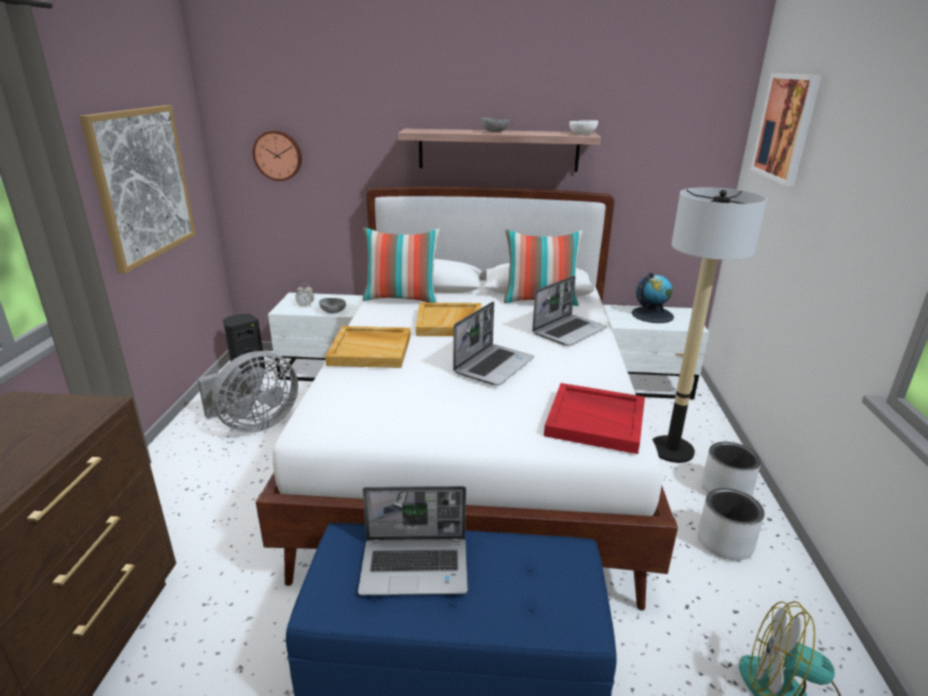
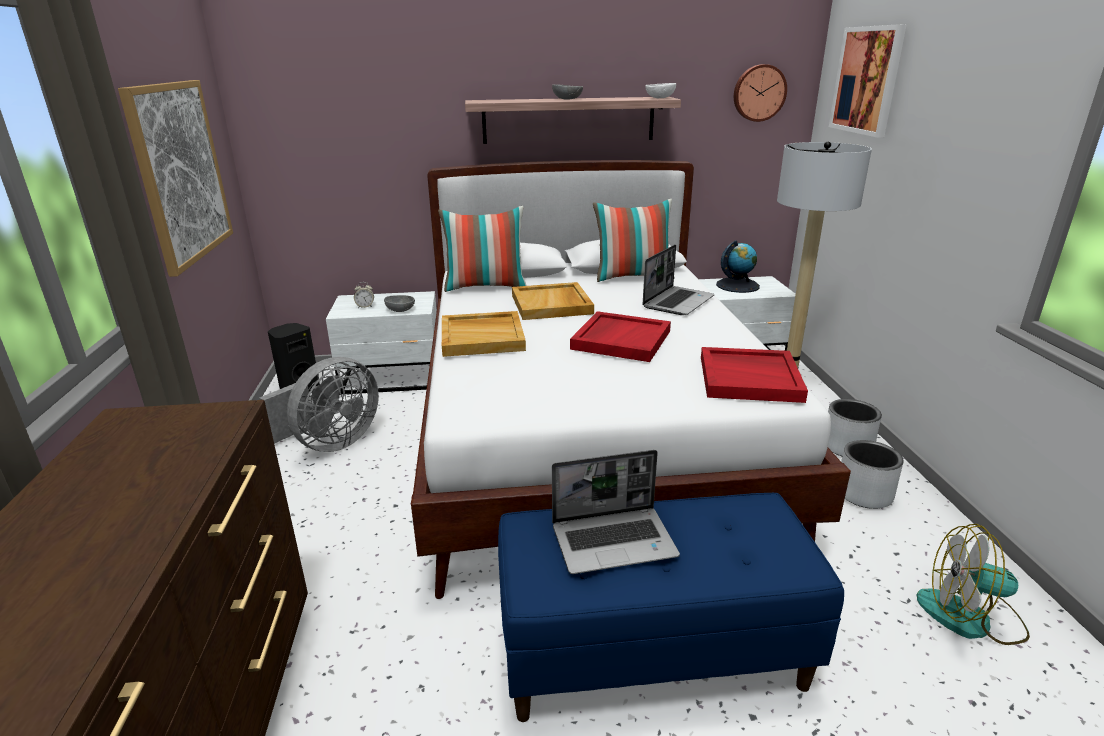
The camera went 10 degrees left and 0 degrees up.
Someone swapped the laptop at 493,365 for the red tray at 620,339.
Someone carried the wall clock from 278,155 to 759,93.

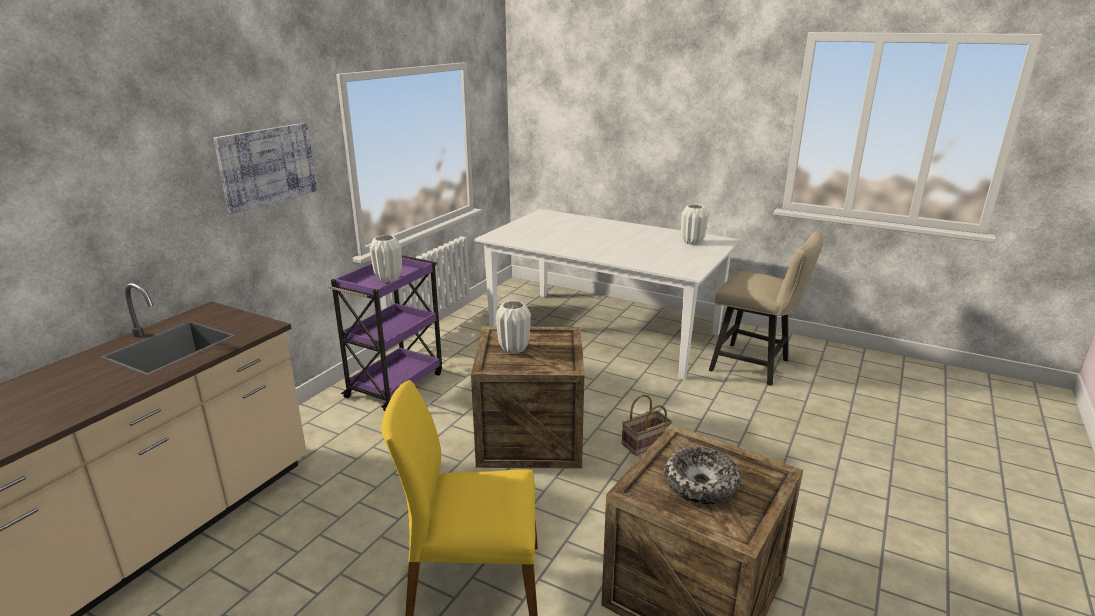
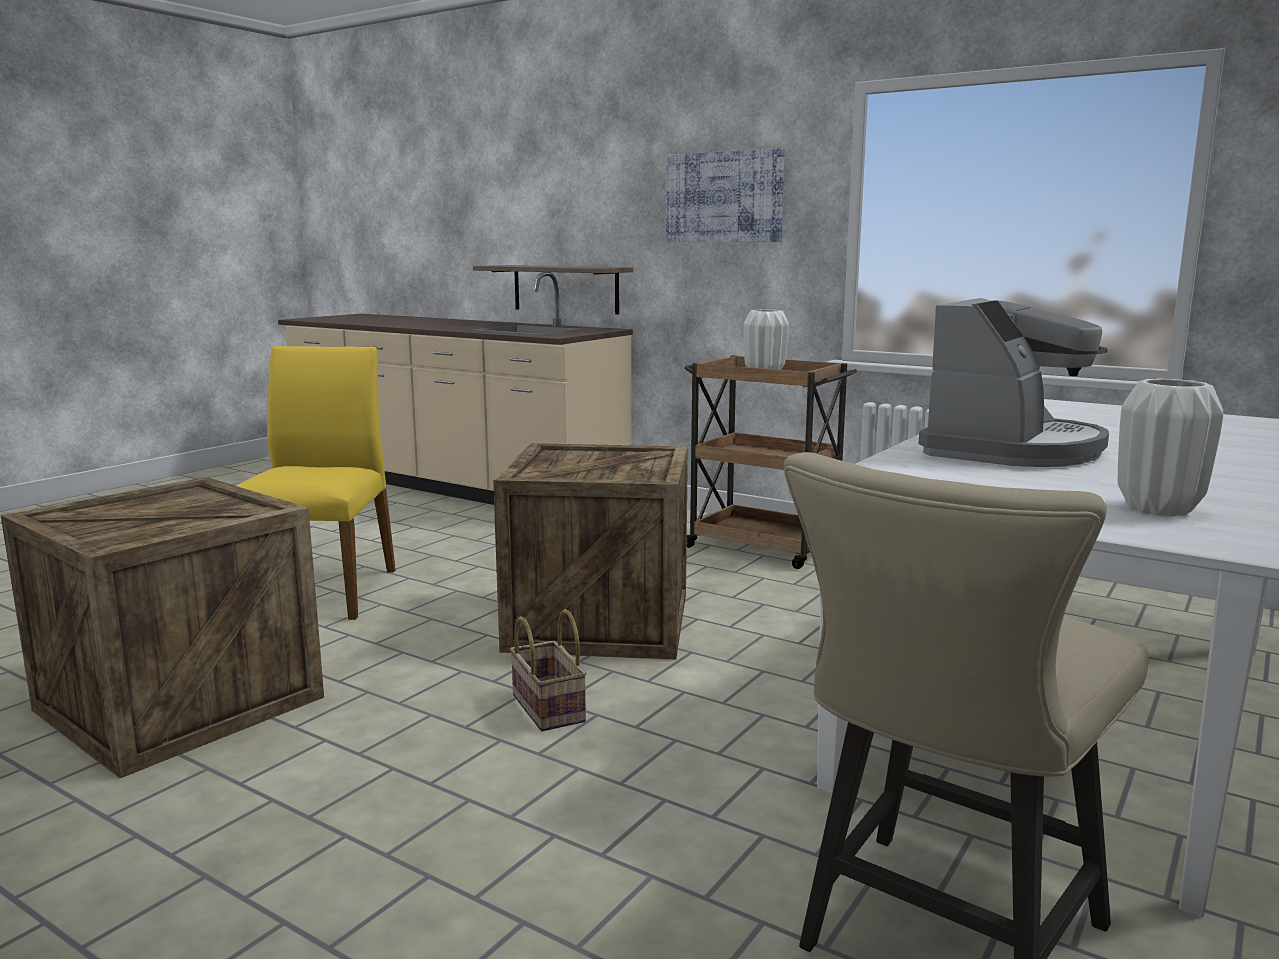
The camera went 95 degrees right and 10 degrees down.
Someone put up the shelf at 565,289.
Someone repainted the purple cart at 396,384, which became the brown cart at 764,548.
Someone put down the coffee machine at 1012,449.
Someone took away the white vase at 513,349.
Someone took away the bowl at 700,484.

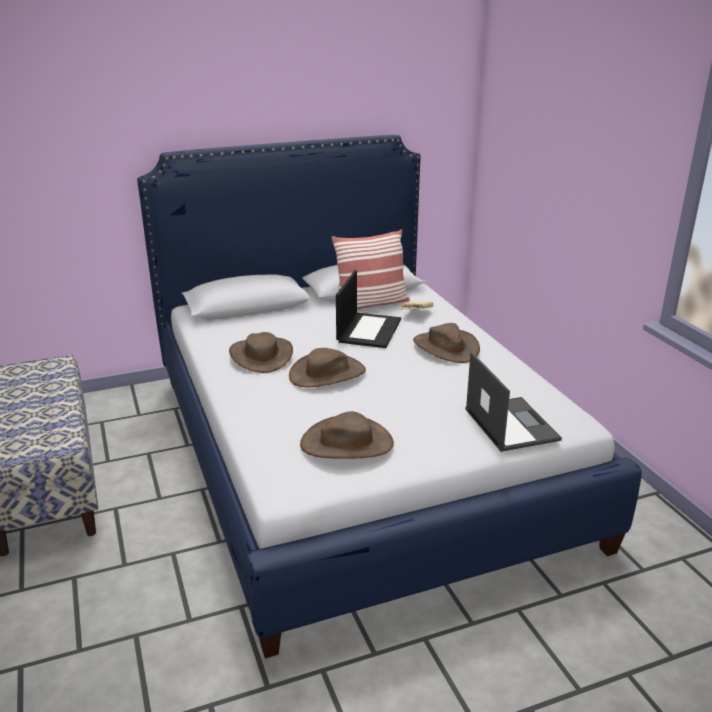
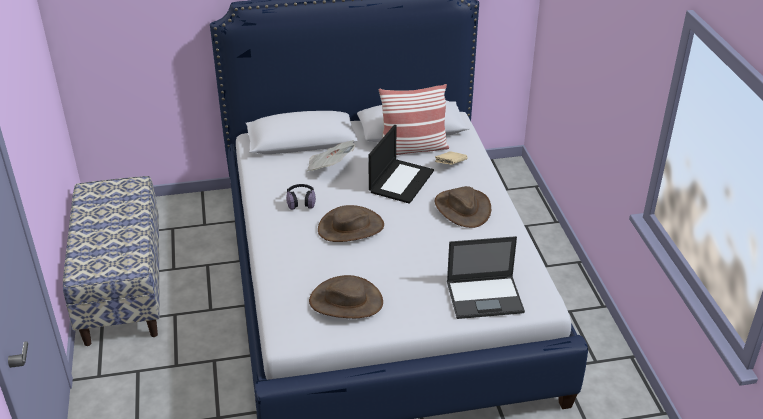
The camera went 10 degrees right and 10 degrees up.
Someone swapped the brown hat at 261,355 for the headphones at 301,201.
Someone put down the newspaper at 330,167.
Someone rotated the laptop at 510,424 by 90 degrees clockwise.

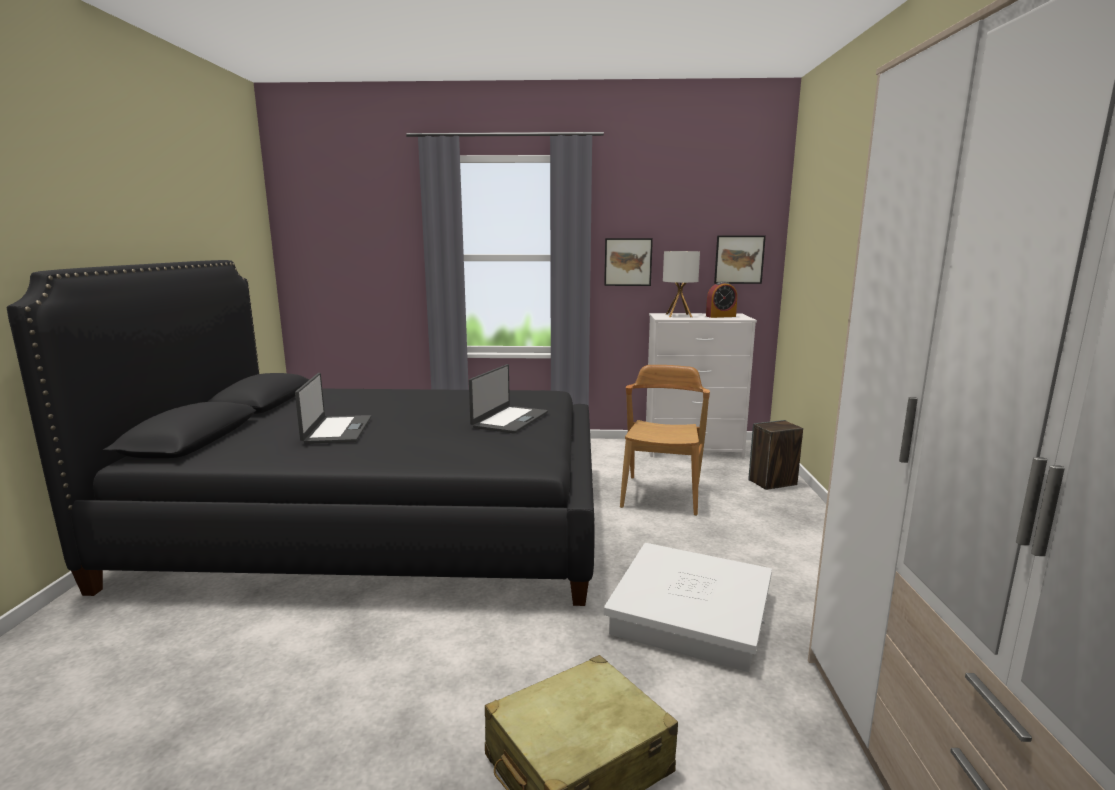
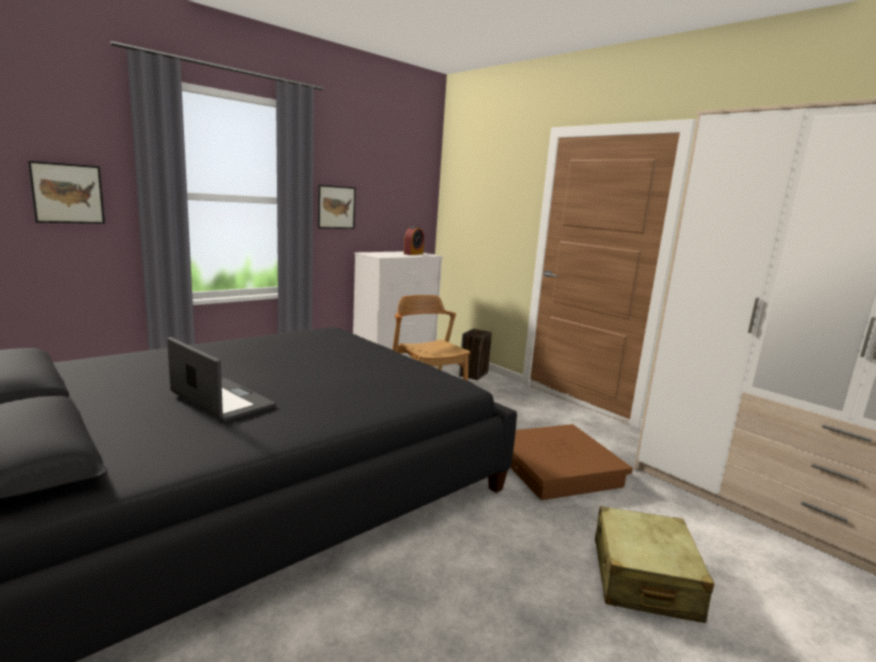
The camera went 45 degrees left and 0 degrees up.
Someone carried the picture from 739,259 to 68,193.
Someone repainted the white storage box at 690,614, which became the brown storage box at 557,469.
Someone took away the laptop at 509,420.
Someone took away the table lamp at 678,315.

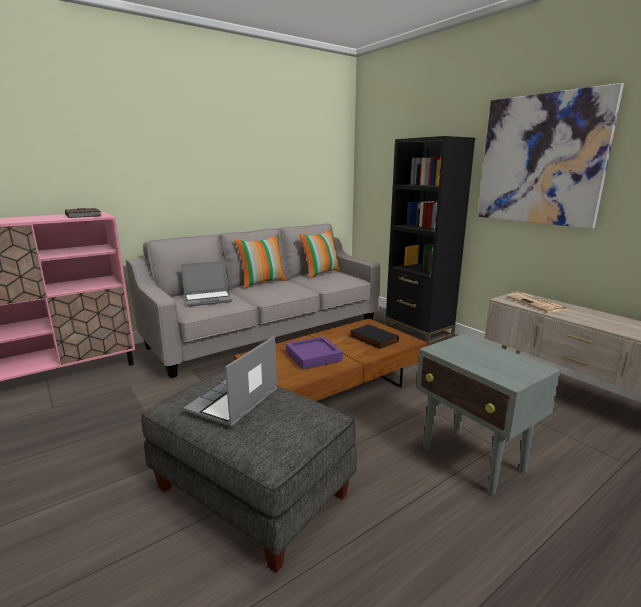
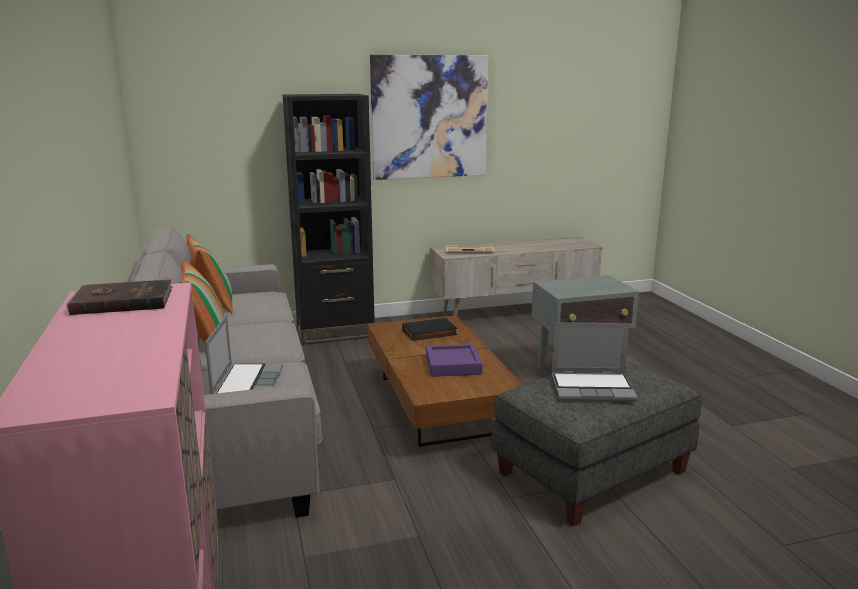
The camera went 70 degrees left and 0 degrees up.
Someone rotated the laptop at 233,402 by 45 degrees counterclockwise.

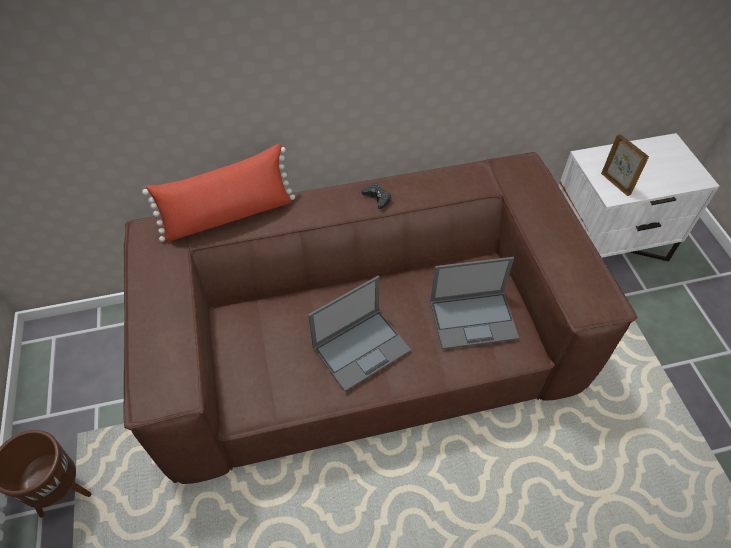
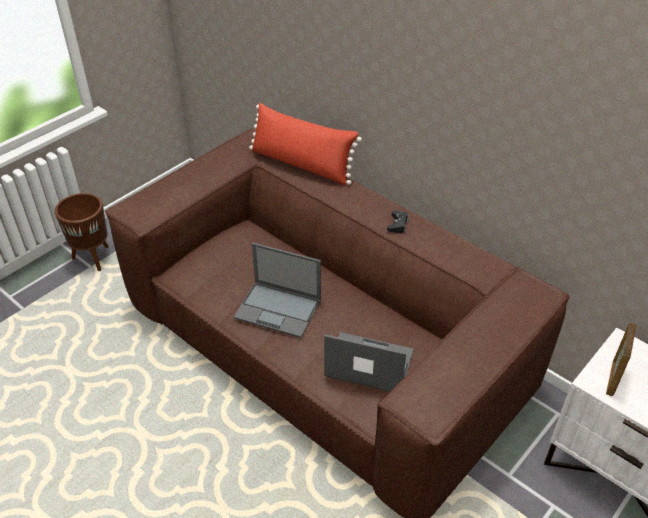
The camera went 55 degrees right and 10 degrees down.
Someone rotated the laptop at 474,319 by 150 degrees clockwise.

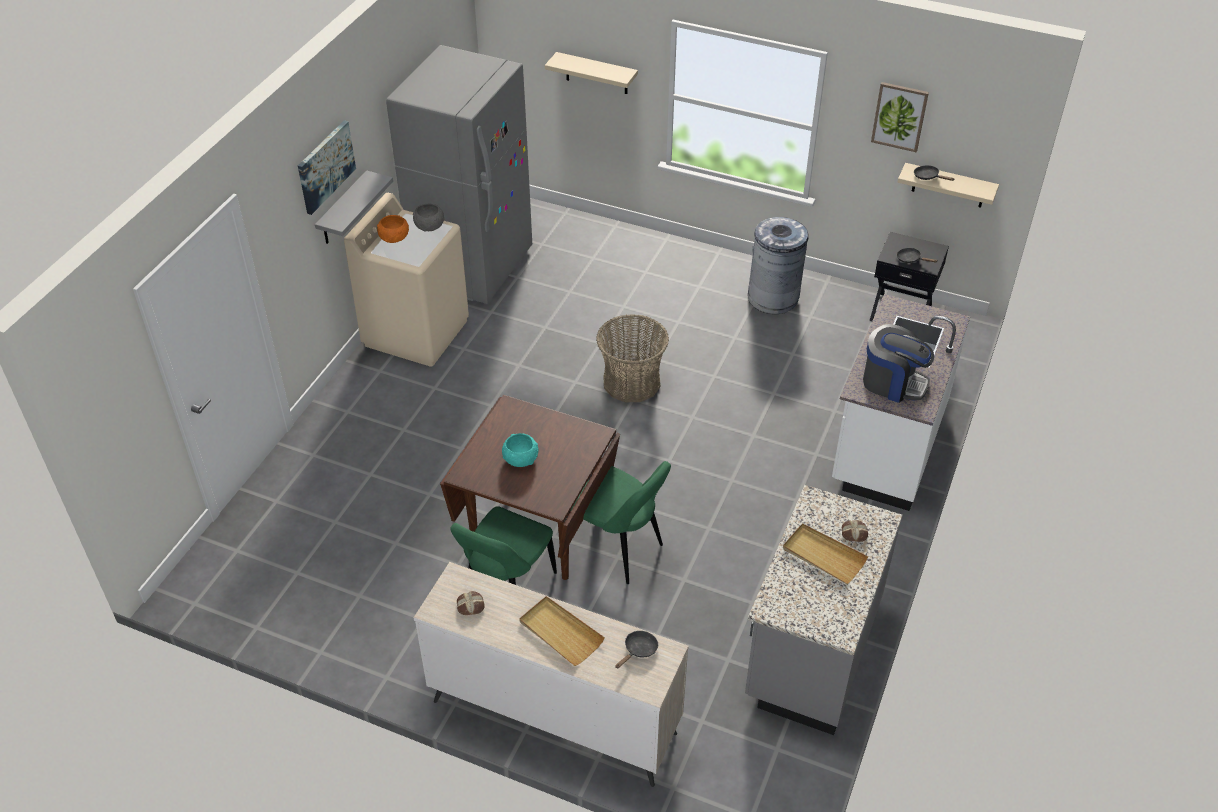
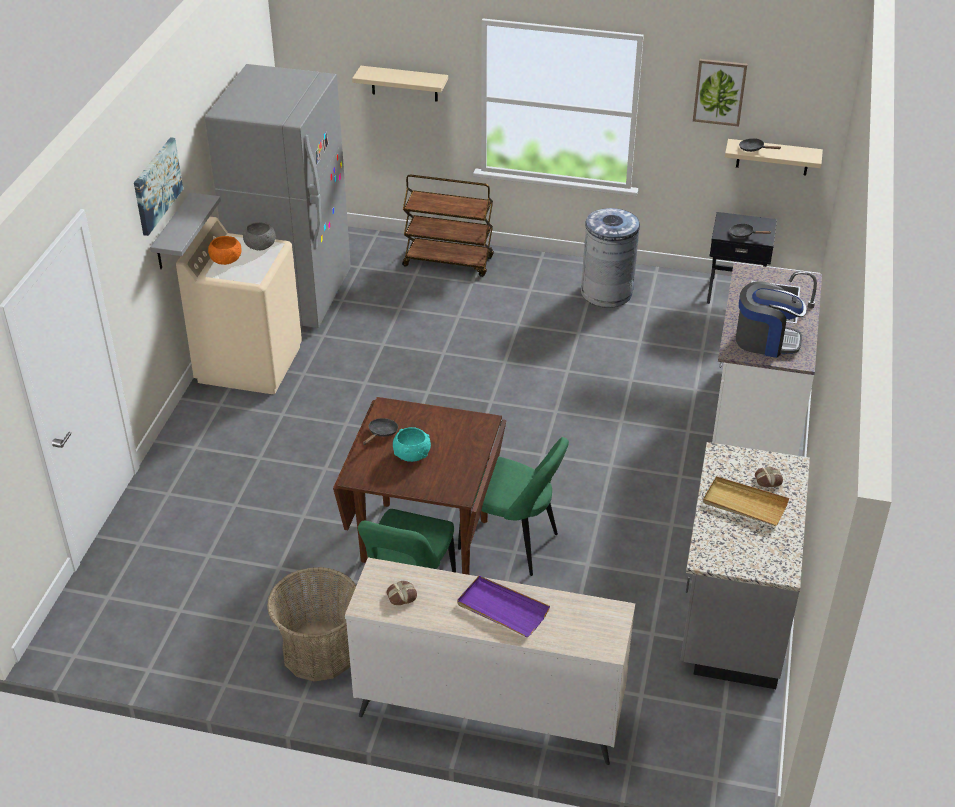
The camera went 10 degrees left and 5 degrees down.
Someone carried the basket from 631,382 to 319,652.
Someone carried the black frying pan from 638,650 to 381,433.
Someone put down the brown cart at 449,261.
Someone repainted the beige tray at 560,632, which became the purple tray at 502,609.

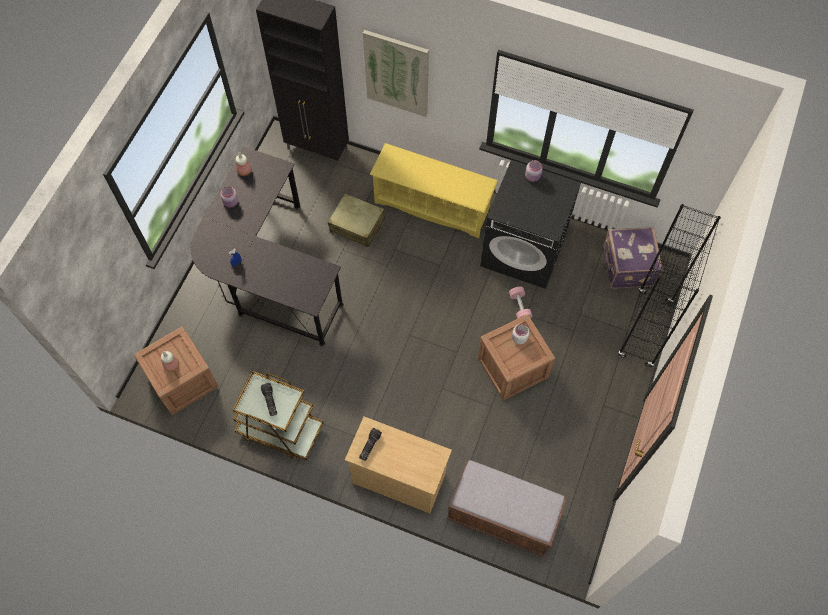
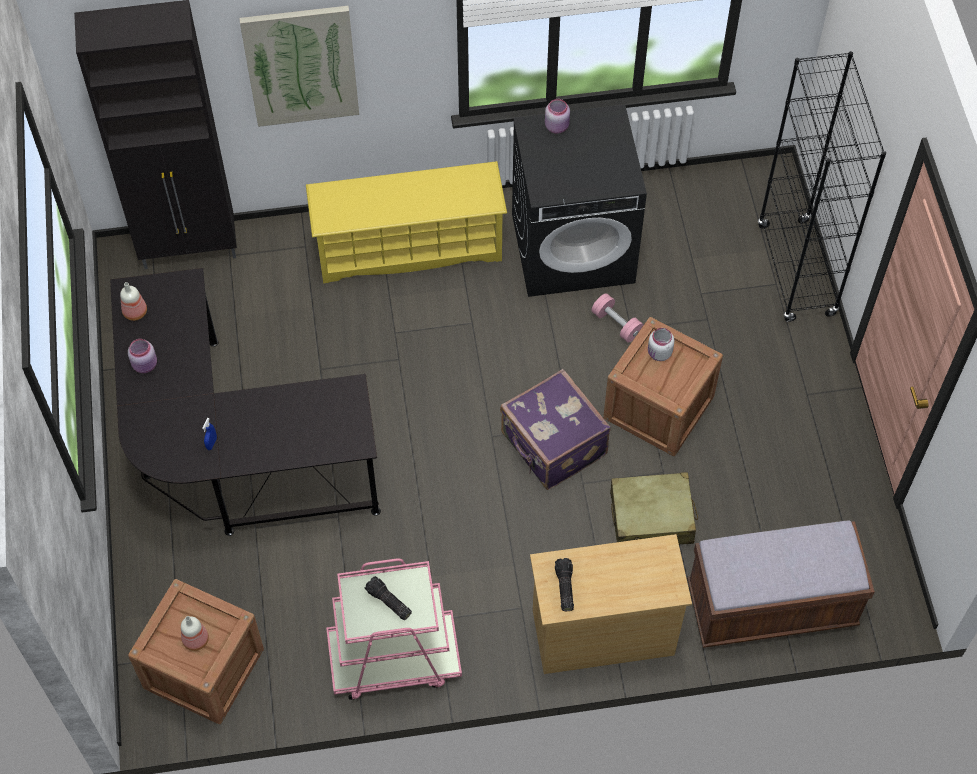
The camera went 30 degrees left and 5 degrees down.
Someone repainted the brown cart at 280,430, which became the pink cart at 393,659.
Someone carried the purple suitcase from 627,266 to 552,446.
Someone carried the beige suitcase from 357,225 to 651,518.

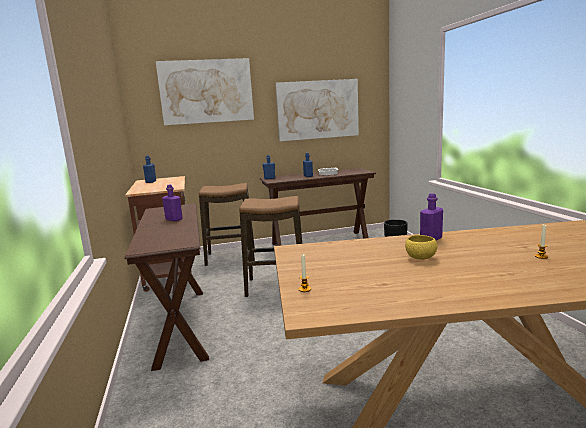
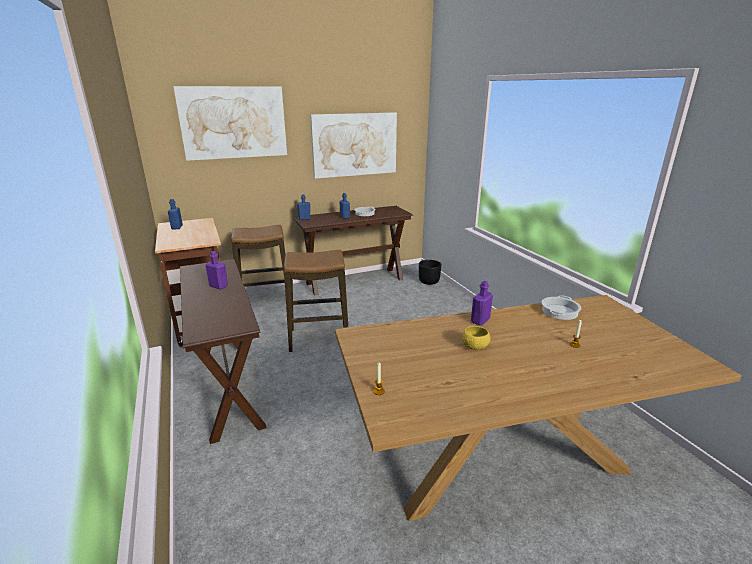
The camera went 10 degrees left and 10 degrees up.
Someone put down the cooking pot at 560,312.

